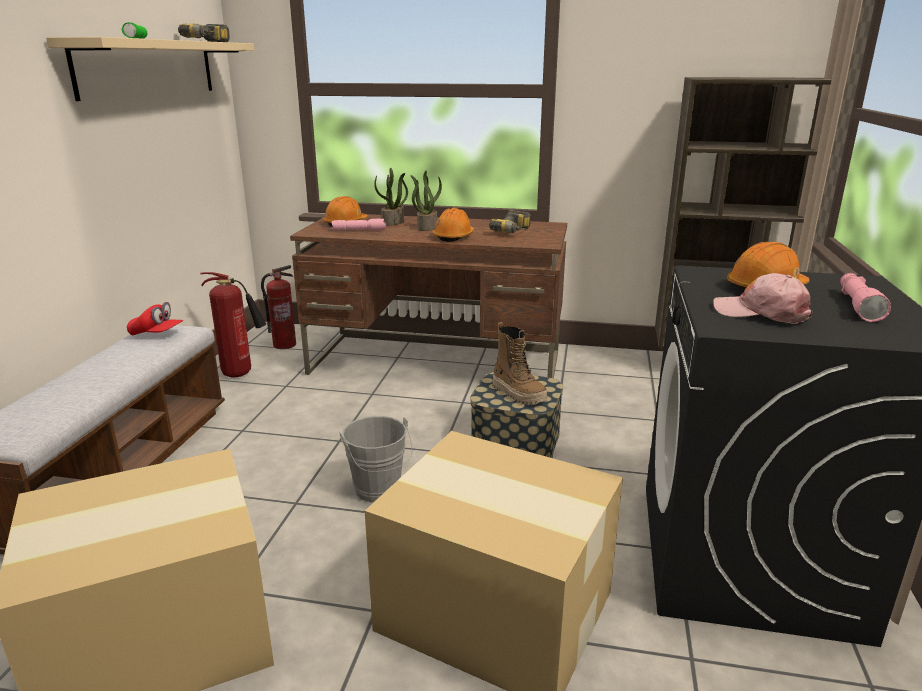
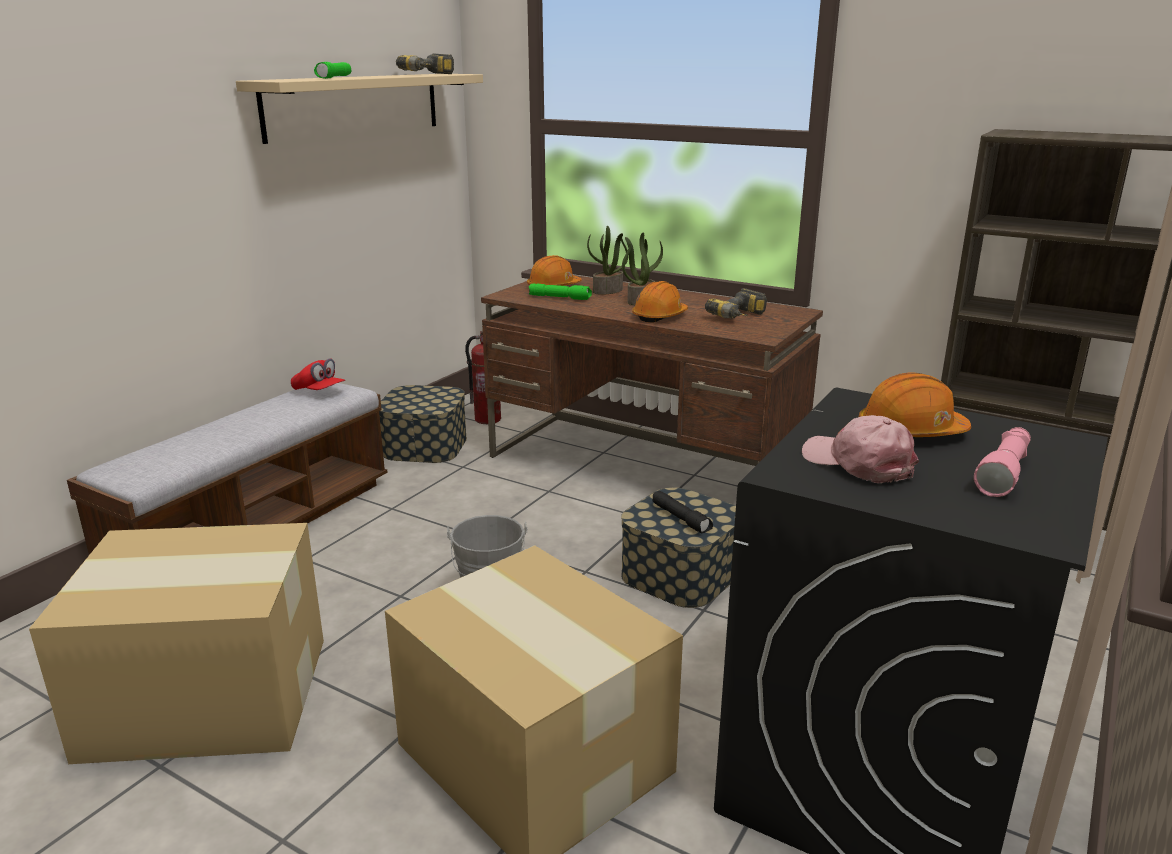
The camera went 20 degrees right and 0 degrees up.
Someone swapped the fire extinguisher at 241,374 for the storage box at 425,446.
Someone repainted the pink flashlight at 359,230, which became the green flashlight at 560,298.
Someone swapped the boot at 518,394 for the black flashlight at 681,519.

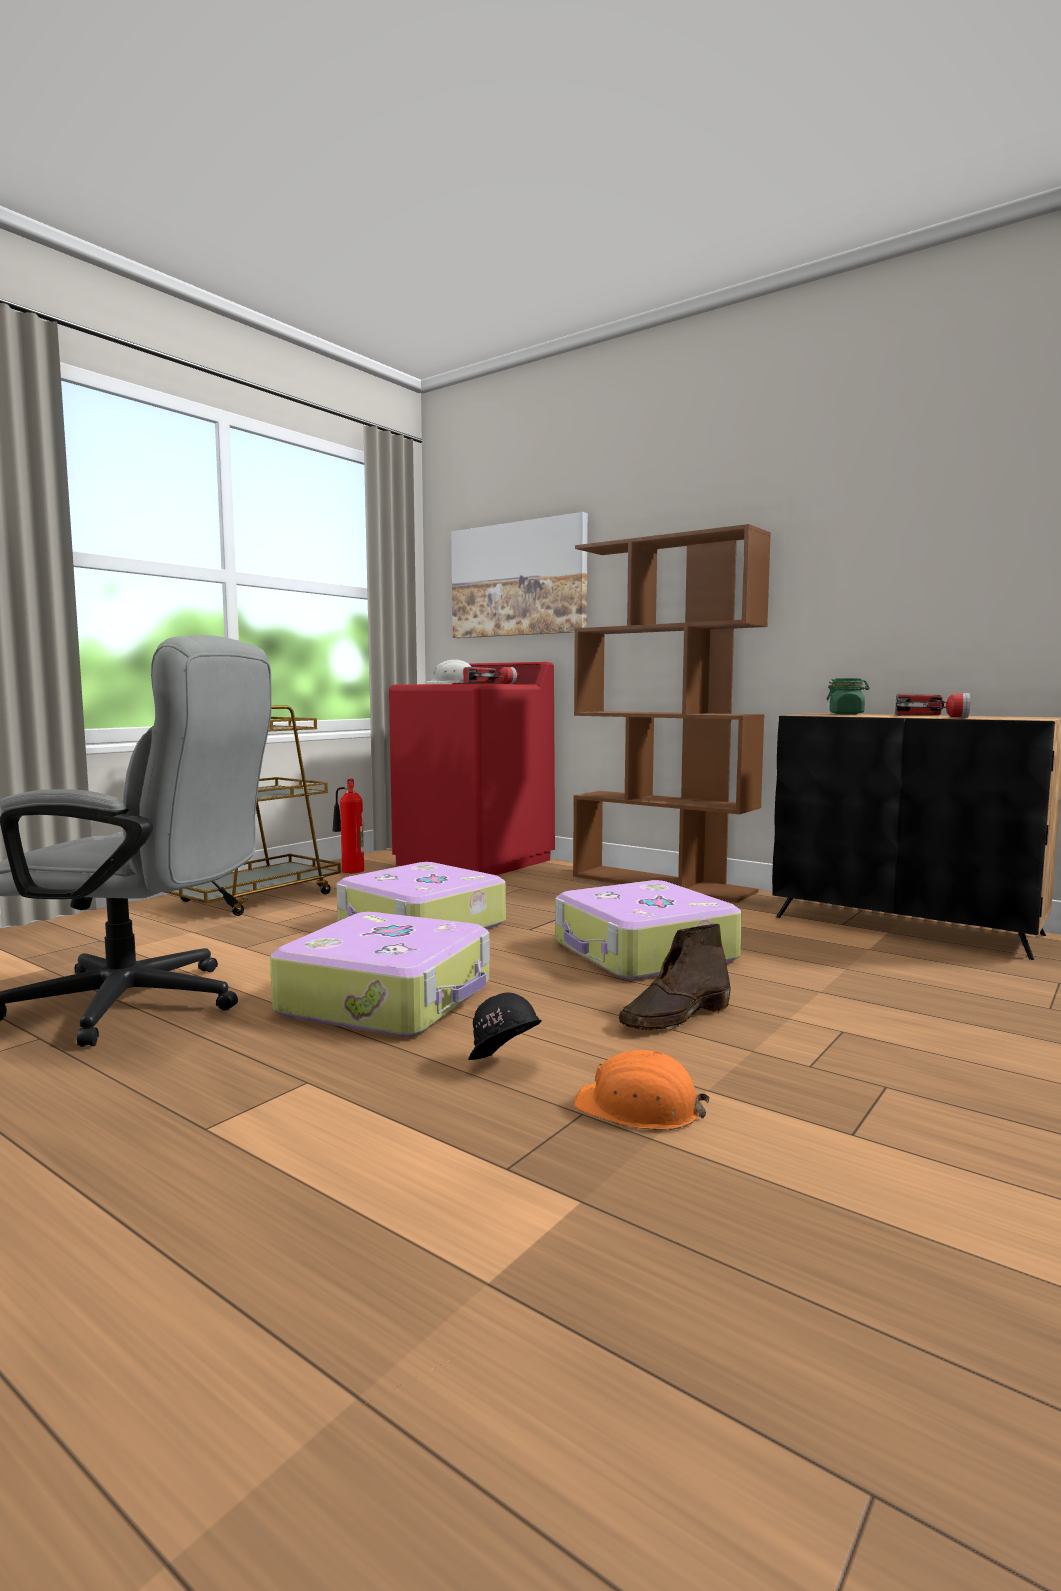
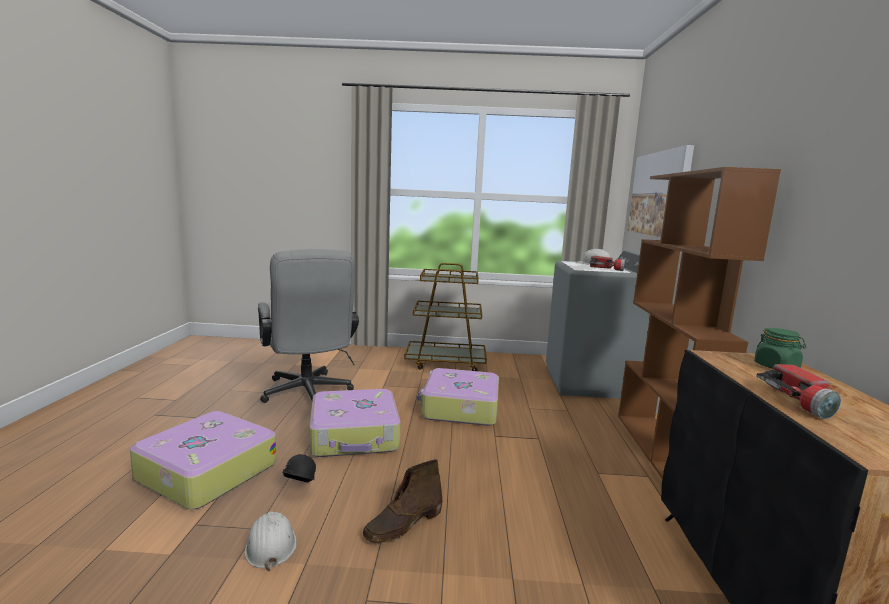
The camera went 55 degrees right and 5 degrees up.
Someone carried the suitcase from 643,952 to 205,471.
Someone repainted the orange hard hat at 639,1108, which became the white hard hat at 270,545.
Someone rotated the brown boot at 675,1017 by 60 degrees counterclockwise.
Someone repainted the red washing machine at 474,862, which became the grey washing machine at 590,382.
Someone took away the fire extinguisher at 350,871.

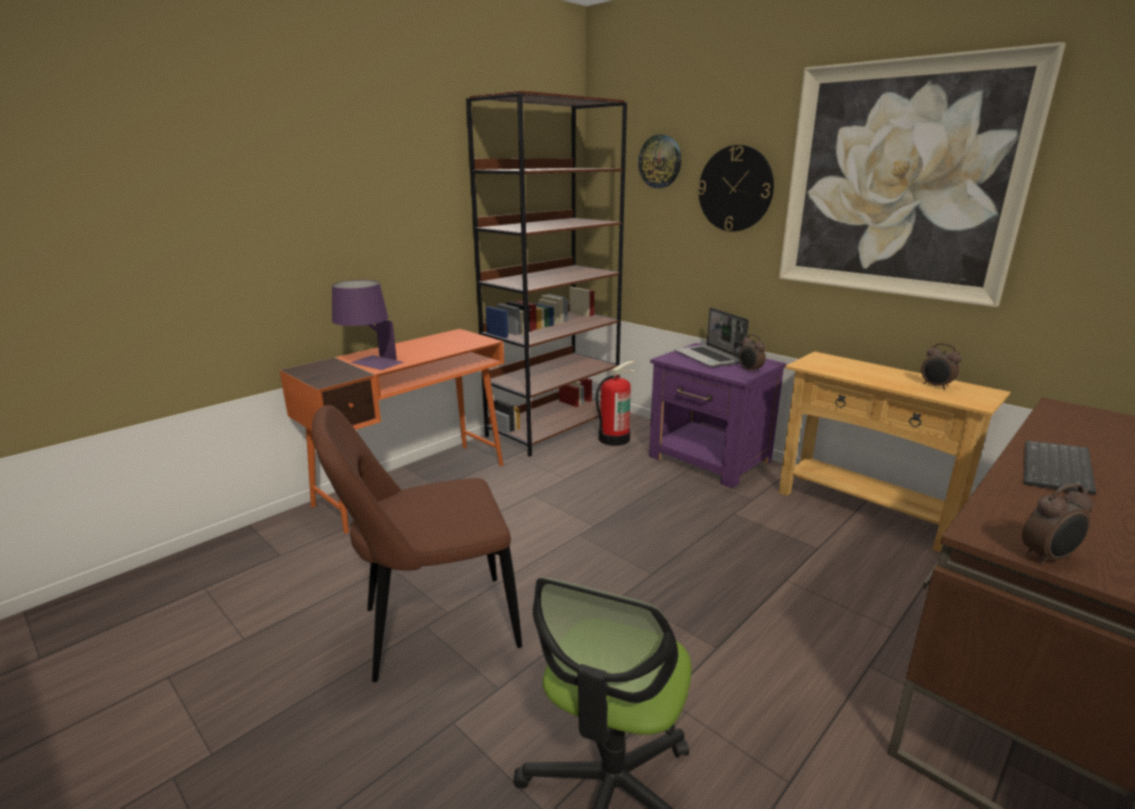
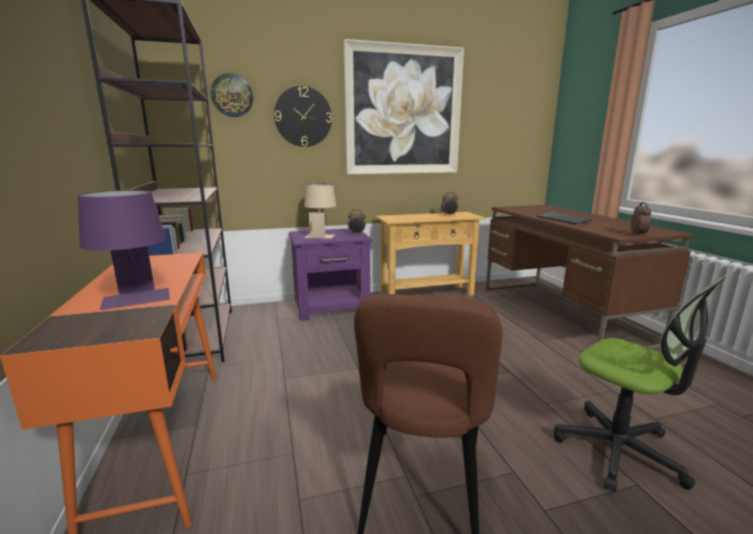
The camera went 60 degrees left and 5 degrees down.
Someone swapped the laptop at 709,357 for the beige table lamp at 320,235.
Someone took away the fire extinguisher at 614,438.

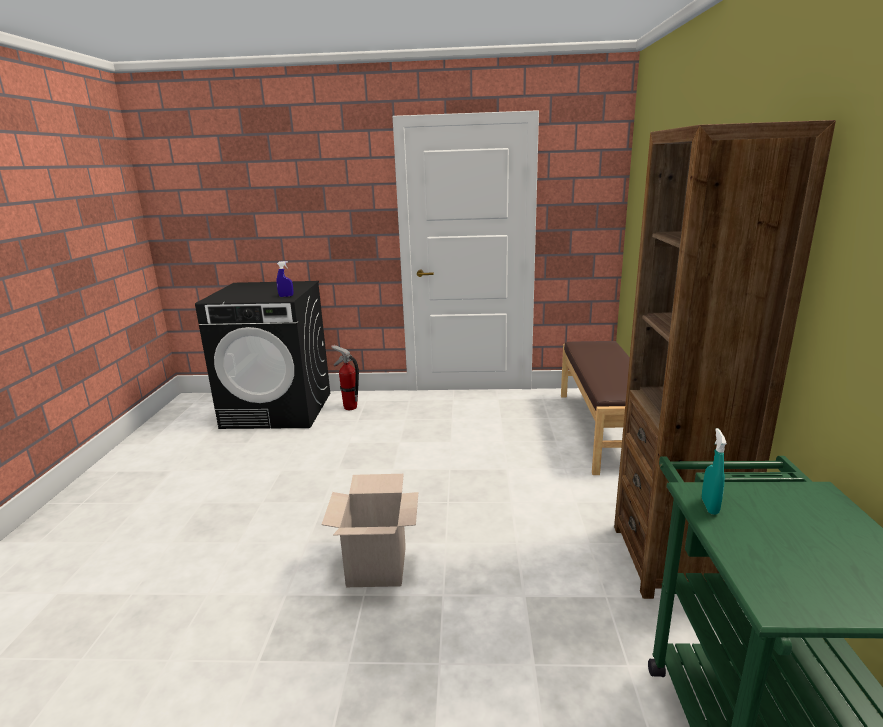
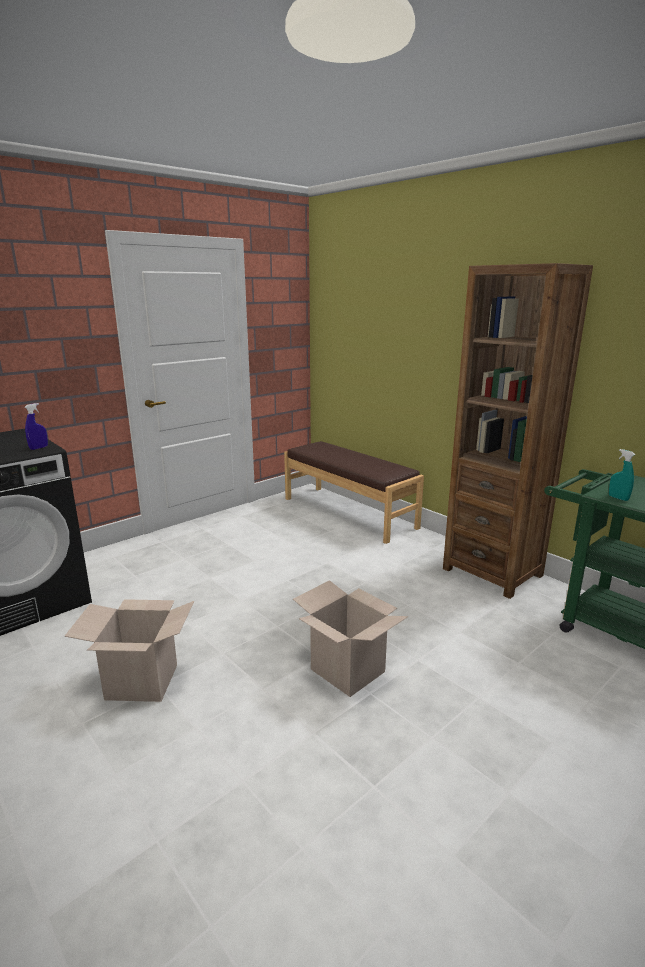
The camera went 45 degrees left and 0 degrees up.
Someone put down the cardboard box at 142,682.
Someone took away the fire extinguisher at 350,407.

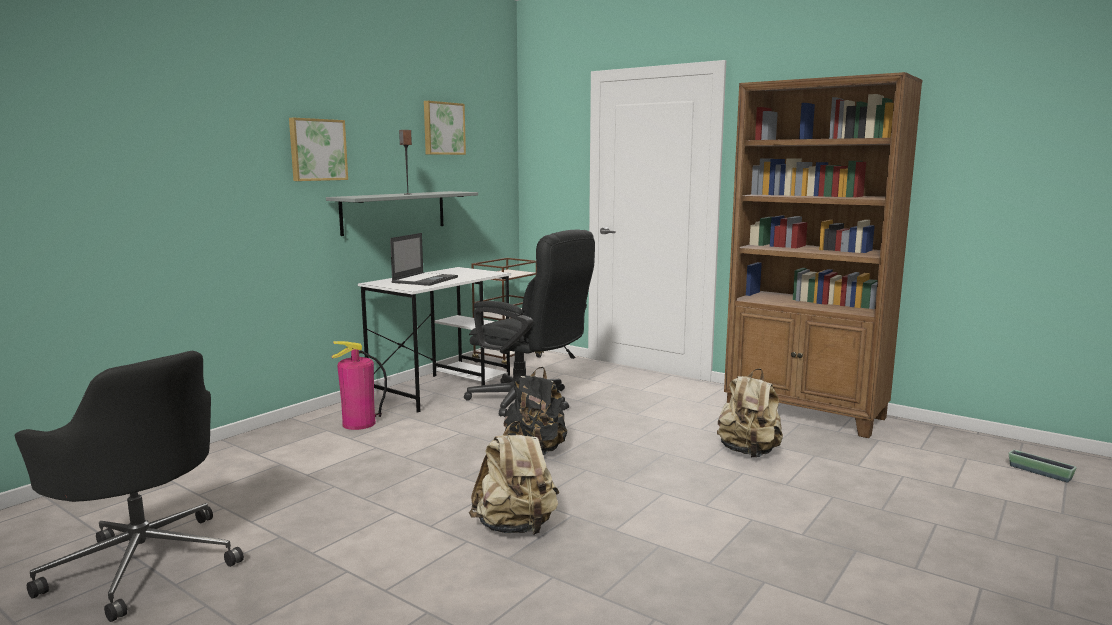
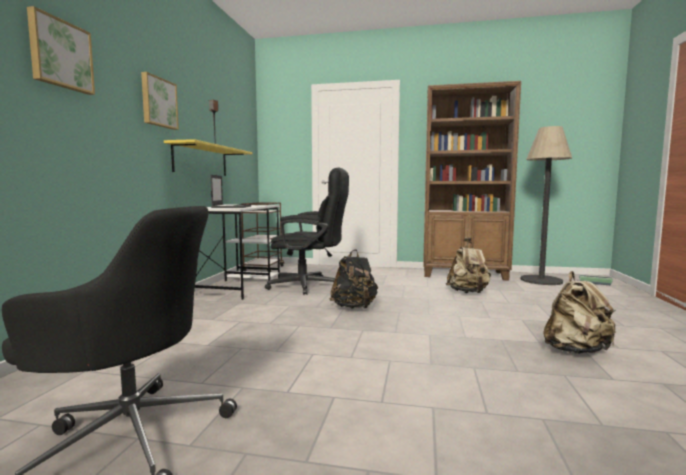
The camera went 25 degrees left and 5 degrees down.
Someone carried the picture from 443,128 to 60,54.
Someone repainted the grey shelf at 394,212, which became the yellow shelf at 201,160.
Someone put down the floor lamp at 541,280.
Someone carried the beige backpack from 516,528 to 576,351.
Someone took away the fire extinguisher at 359,424.

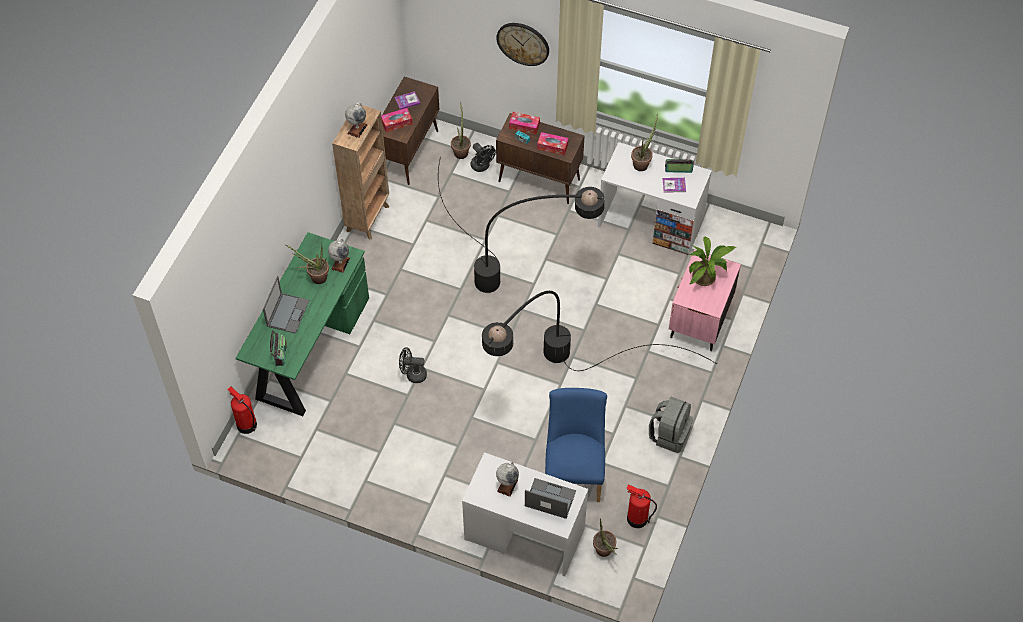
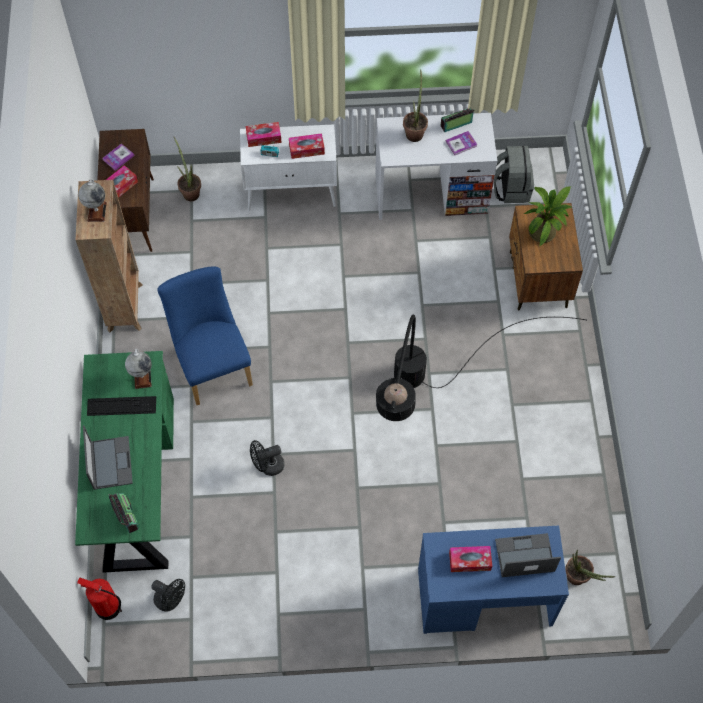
The camera went 25 degrees left and 5 degrees up.
Someone swapped the potted plant at 315,277 for the keyboard at 121,406.
Someone carried the black fan from 482,167 to 171,601.
Someone carried the blue chair from 574,471 to 212,364.
Someone repainted the brown cabinet at 540,181, which became the white cabinet at 292,193.
Someone repainted the white desk at 524,534, which became the blue desk at 484,597.
Someone swapped the globe at 507,485 for the tissue box at 470,561.
Someone carried the grey backpack from 669,434 to 511,188.
Someone repainted the pink nightstand at 699,321, which became the brown nightstand at 537,280.
Someone took away the black floor lamp at 520,273.
Someone took away the wall clock at 523,43.
Someone took away the fire extinguisher at 636,518.

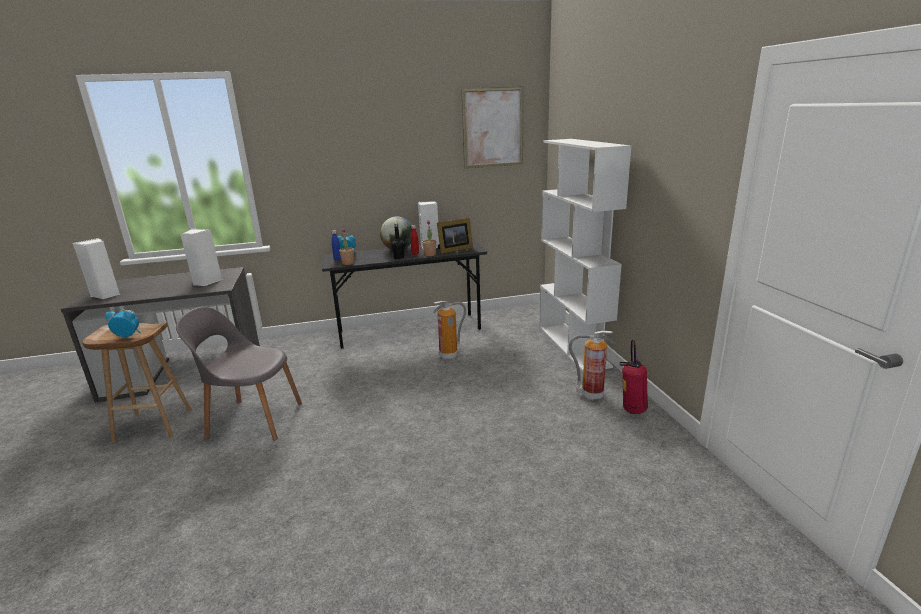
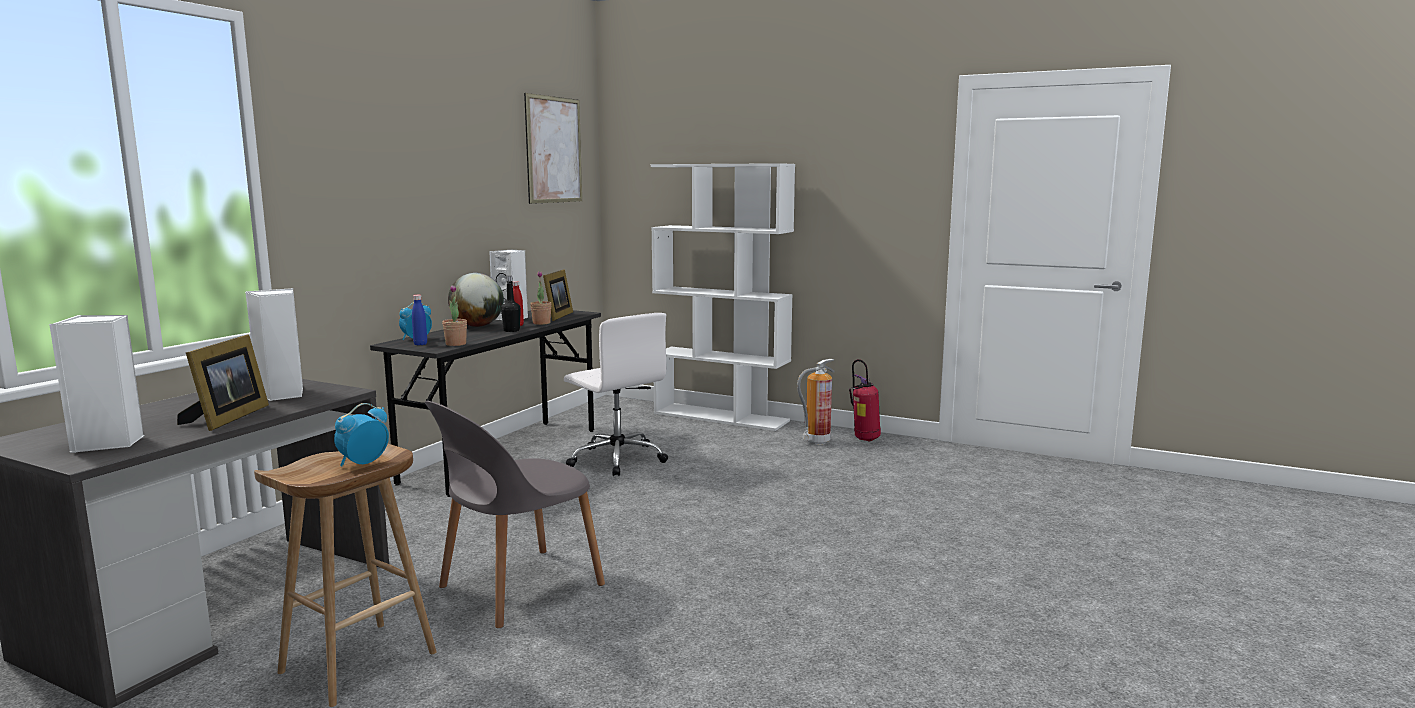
The camera went 50 degrees left and 10 degrees down.
Someone put down the picture frame at 226,418.
Someone swapped the fire extinguisher at 449,356 for the white office chair at 617,459.

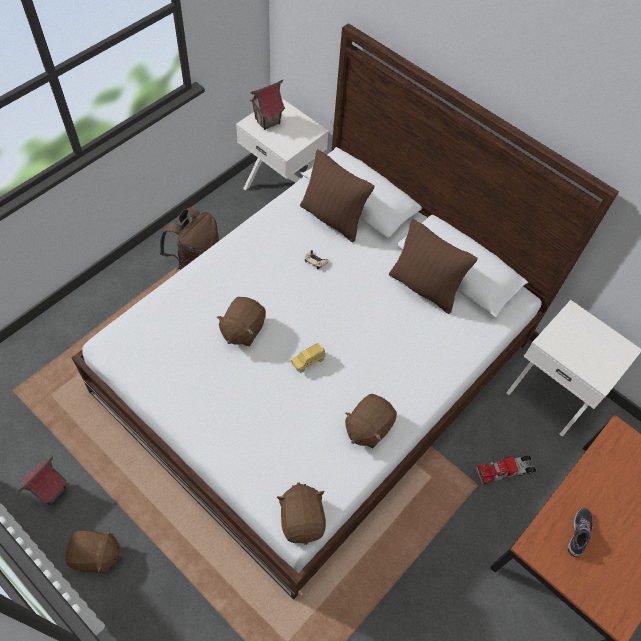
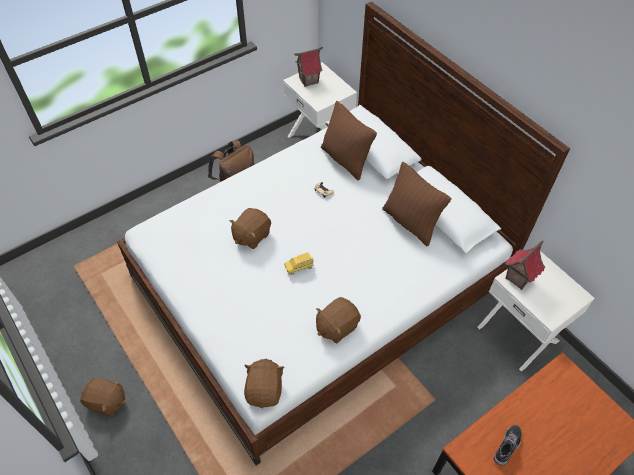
The camera went 15 degrees right and 5 degrees down.
Someone carried the toy house from 50,490 to 518,278.
Someone took away the toy truck at 505,470.

